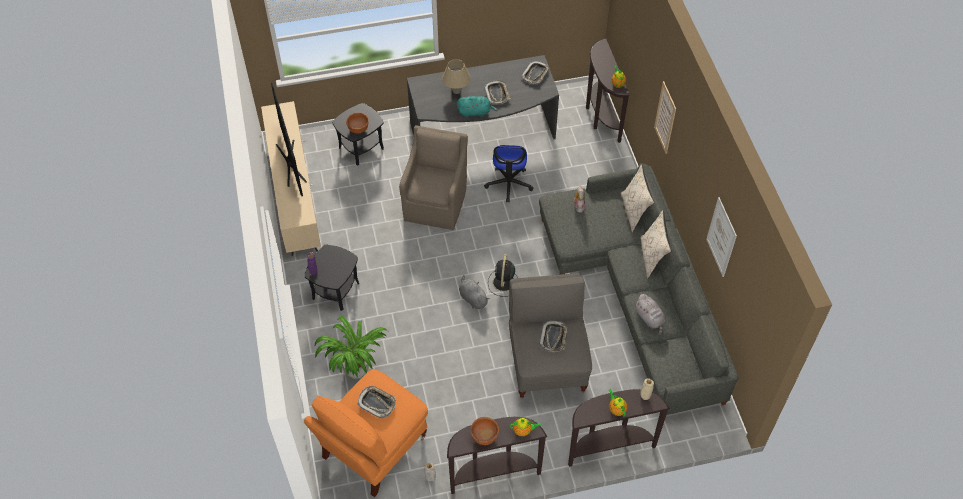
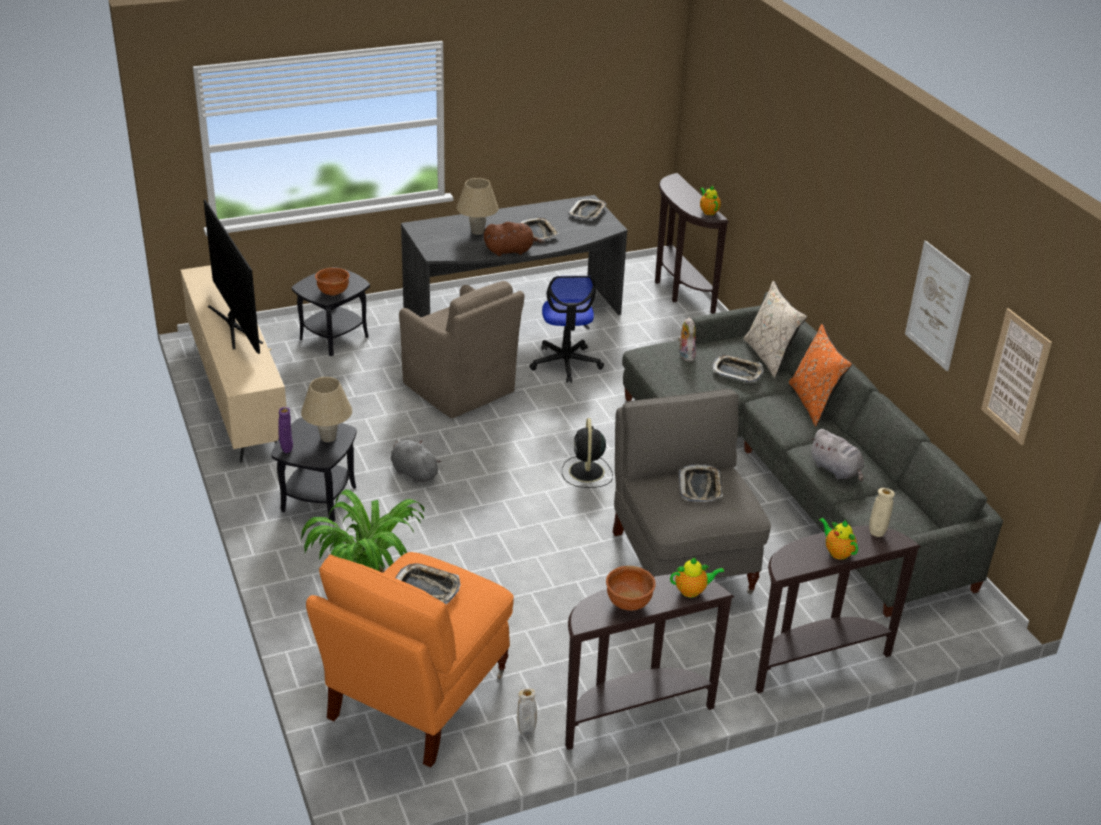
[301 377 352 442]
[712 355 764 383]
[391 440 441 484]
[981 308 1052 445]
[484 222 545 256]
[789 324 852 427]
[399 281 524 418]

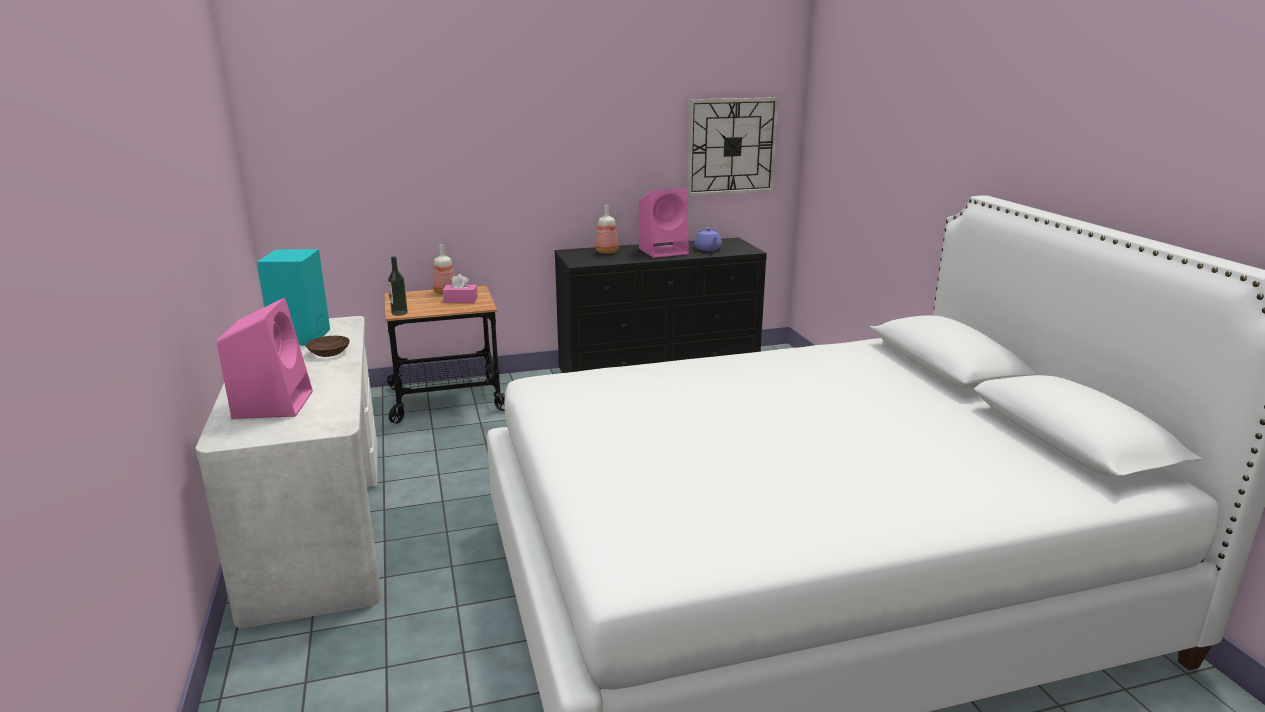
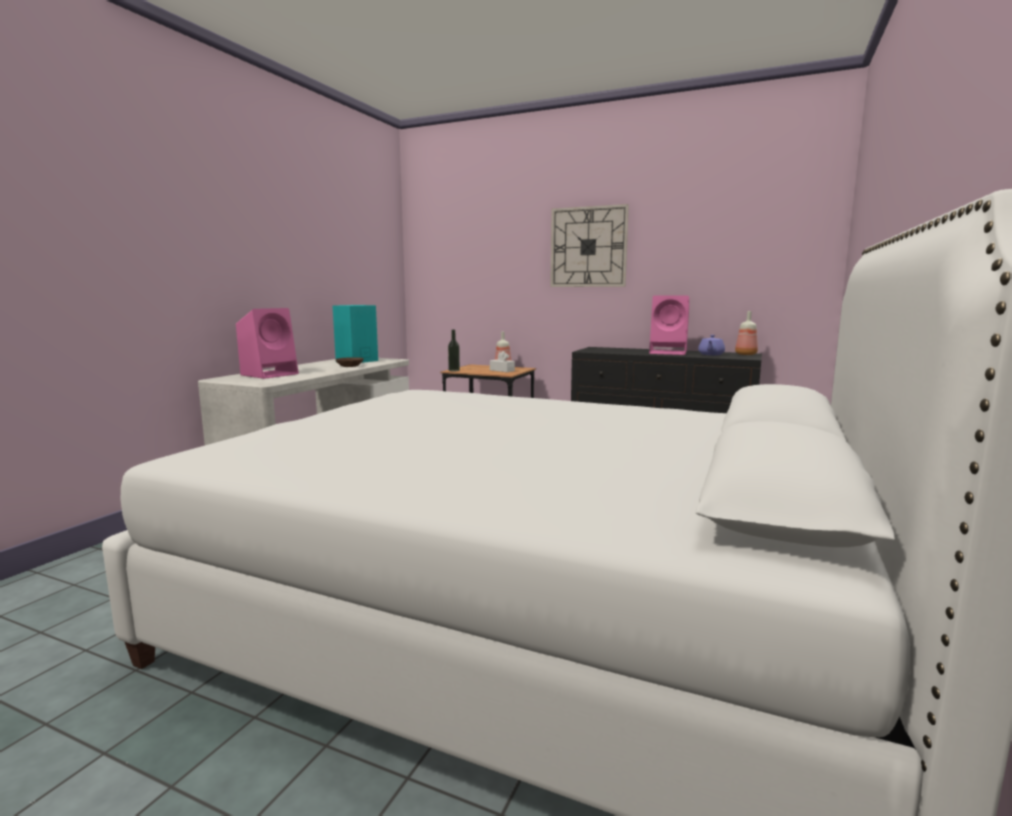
[735 311 758 355]
[550 204 629 287]
[490 351 515 372]

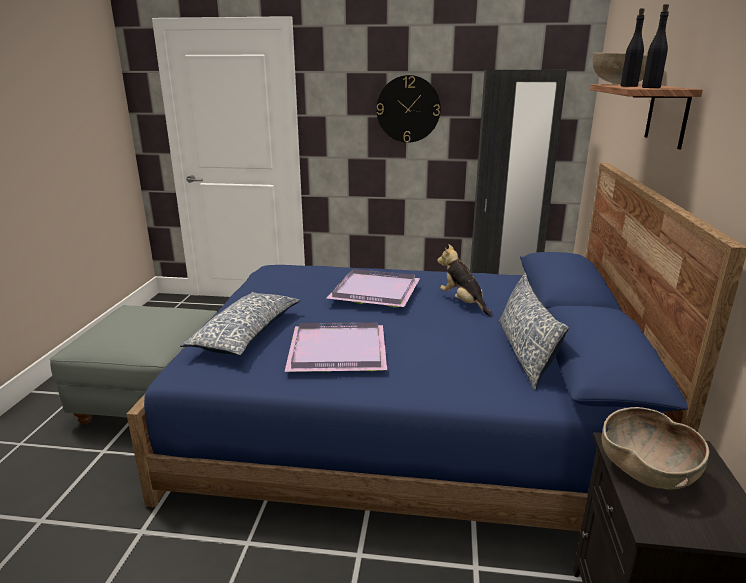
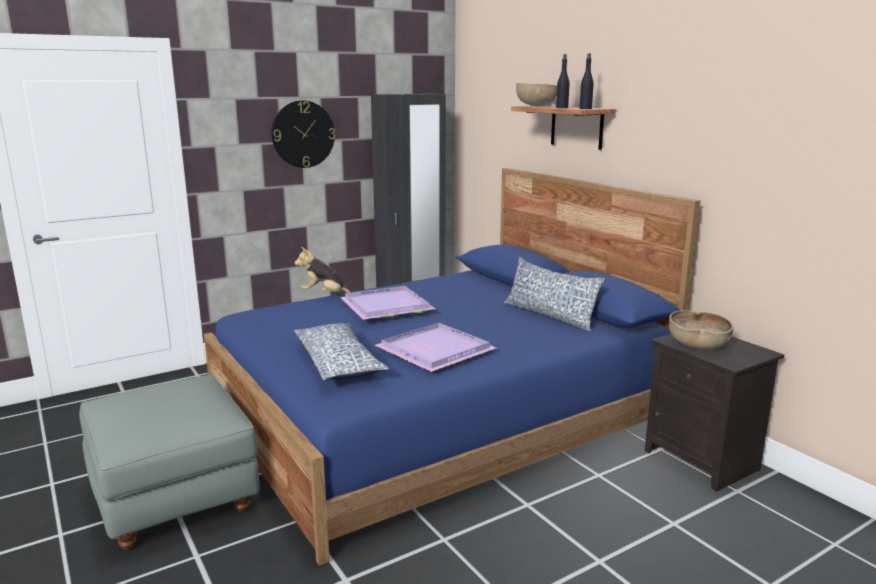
[295 247 353 293]

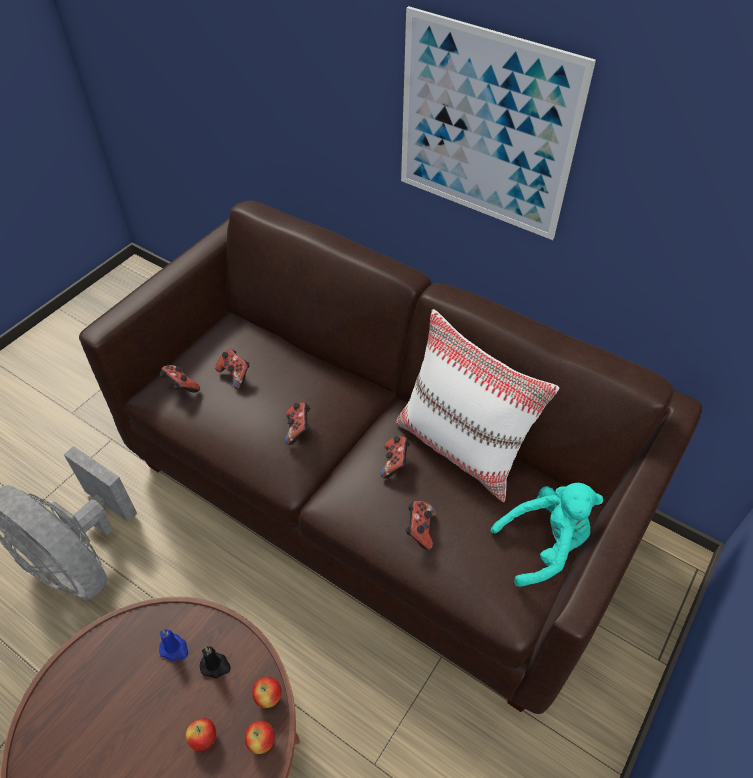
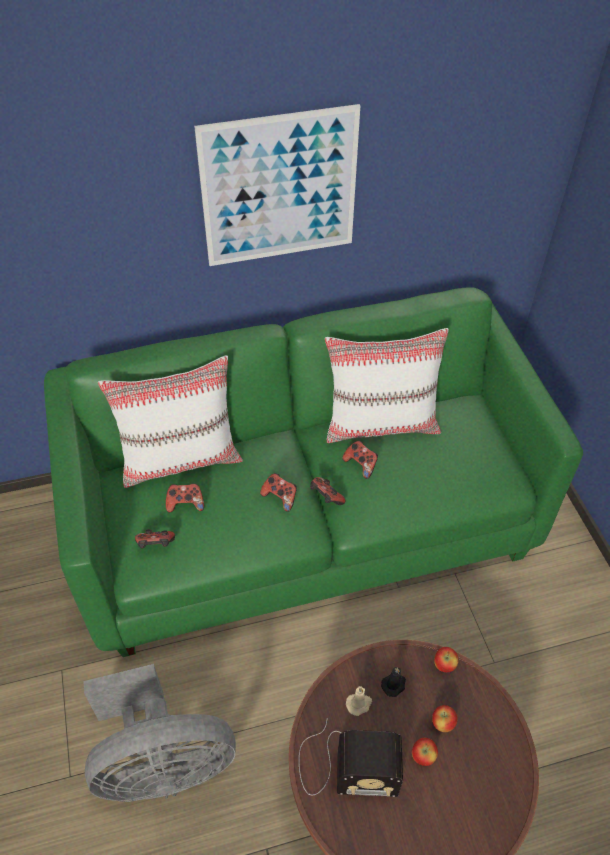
[491 483 603 587] (first image)
[98 355 243 488]
[299 718 403 797]
[412 738 438 766]
[310 477 345 505]
[44 287 583 657]
[346 686 372 716]

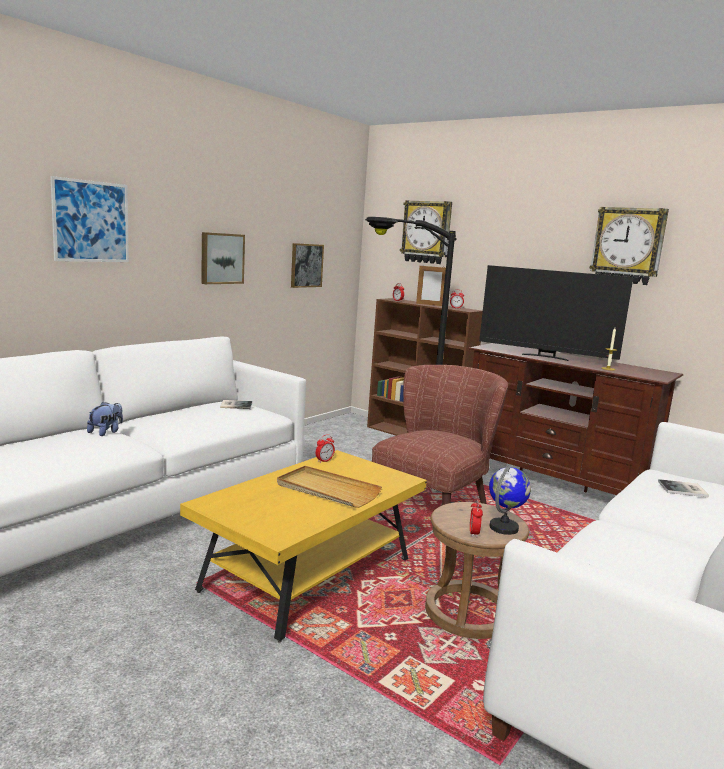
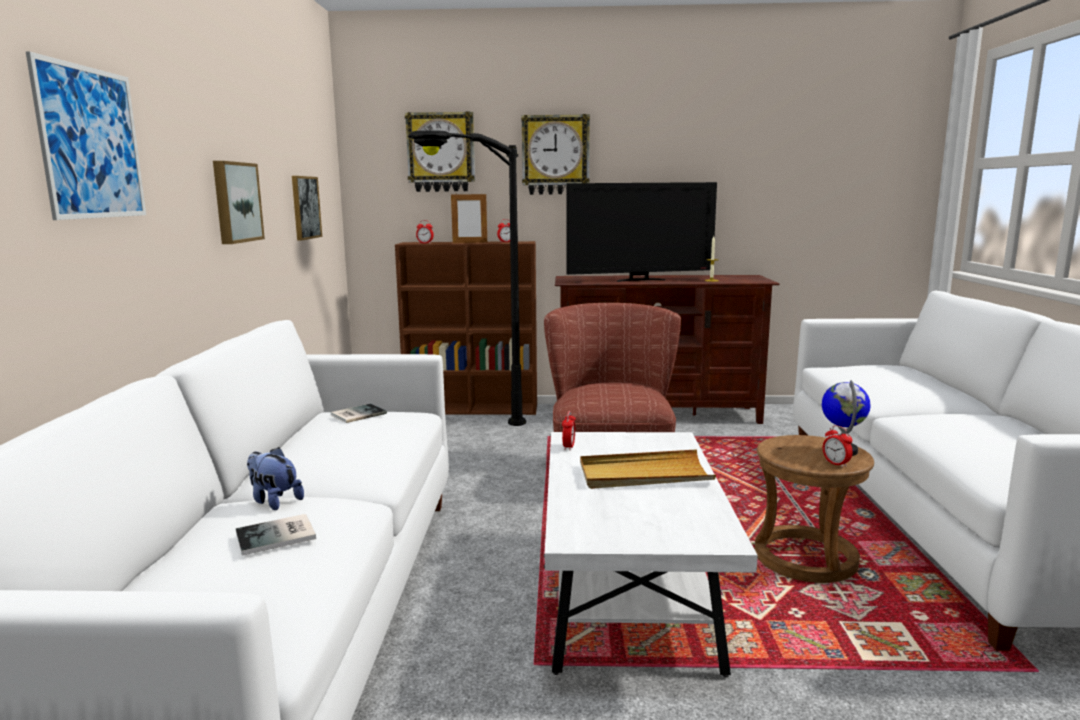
[521 114 590 195]
[236 514 316 556]
[544 432 758 677]
[247 447 304 510]

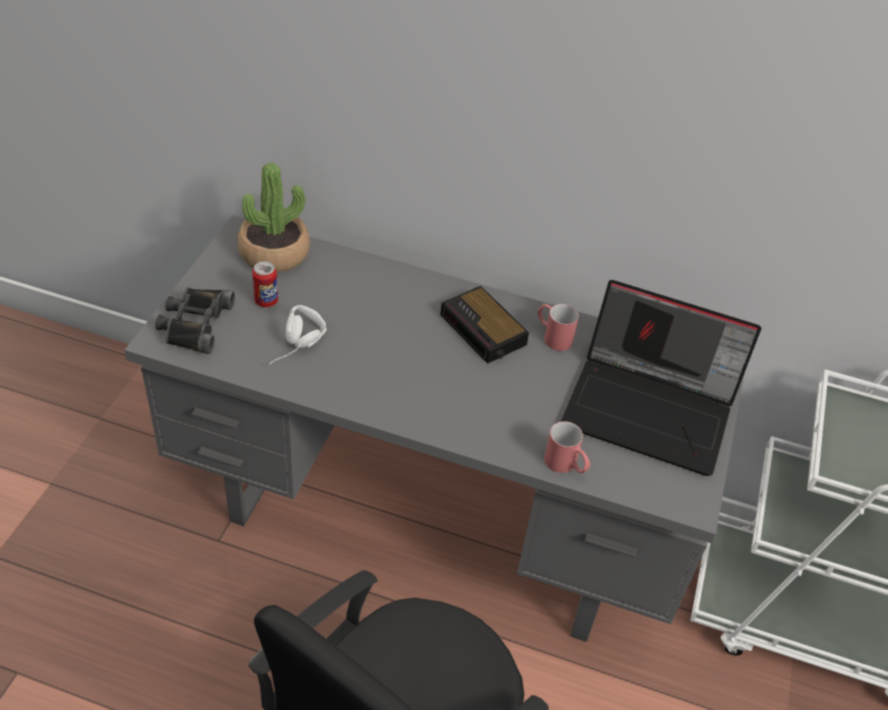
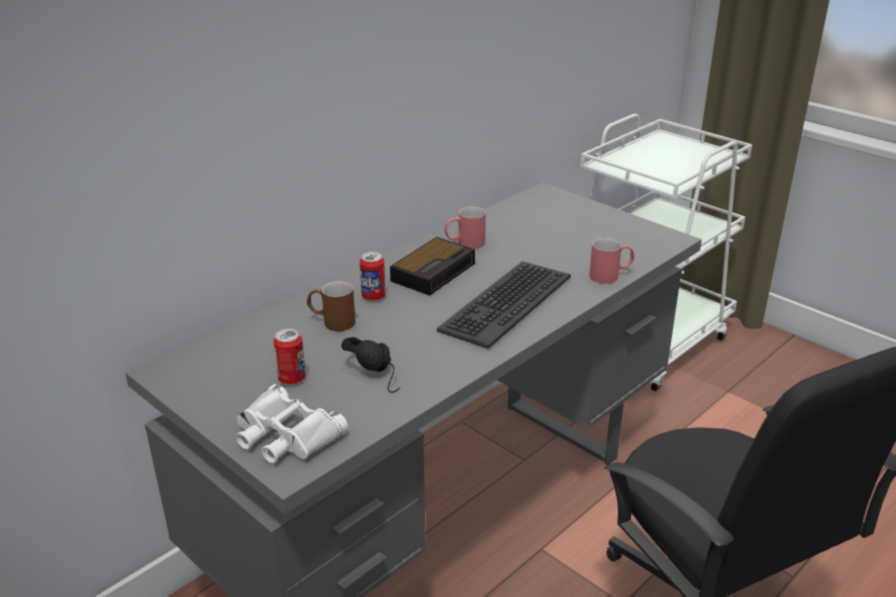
[238 163 310 272] (first image)
[561 280 761 476] (first image)
[307 281 355 331]
[360 252 386 301]
[437 261 571 349]
[236 384 348 464]
[341 337 400 393]
[390 237 475 296]

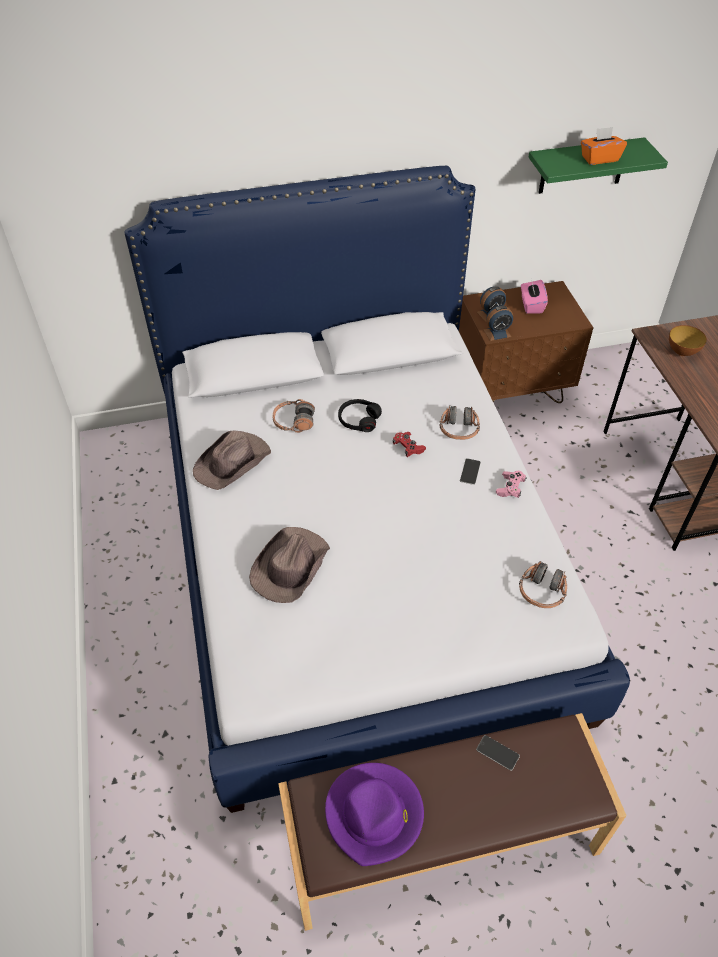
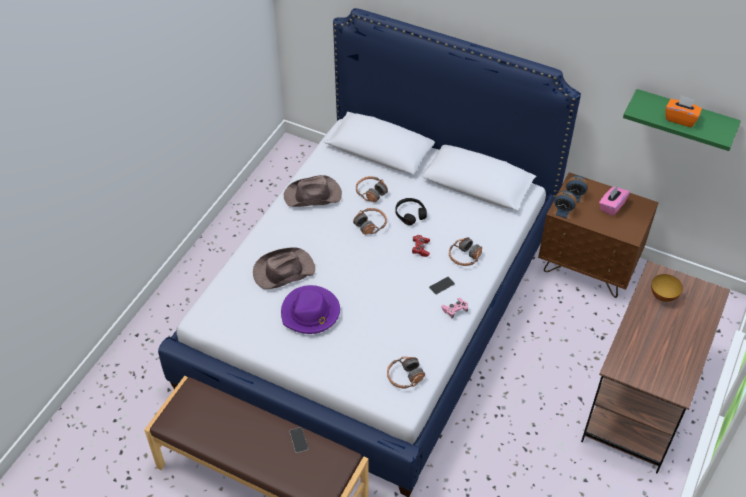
[353 208 387 235]
[281 285 340 334]

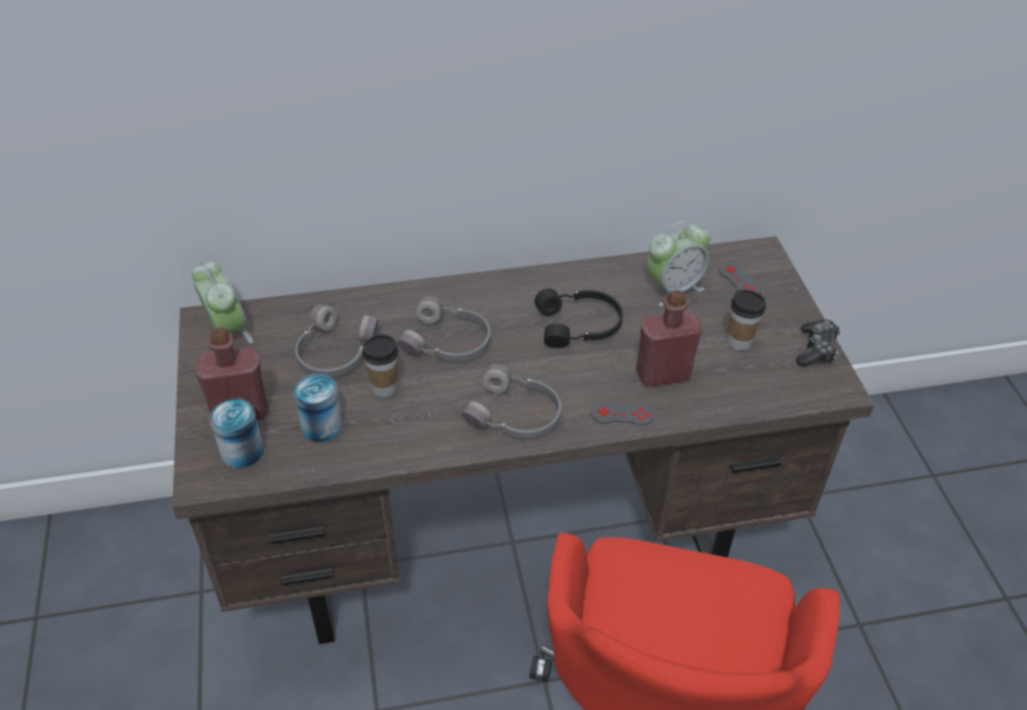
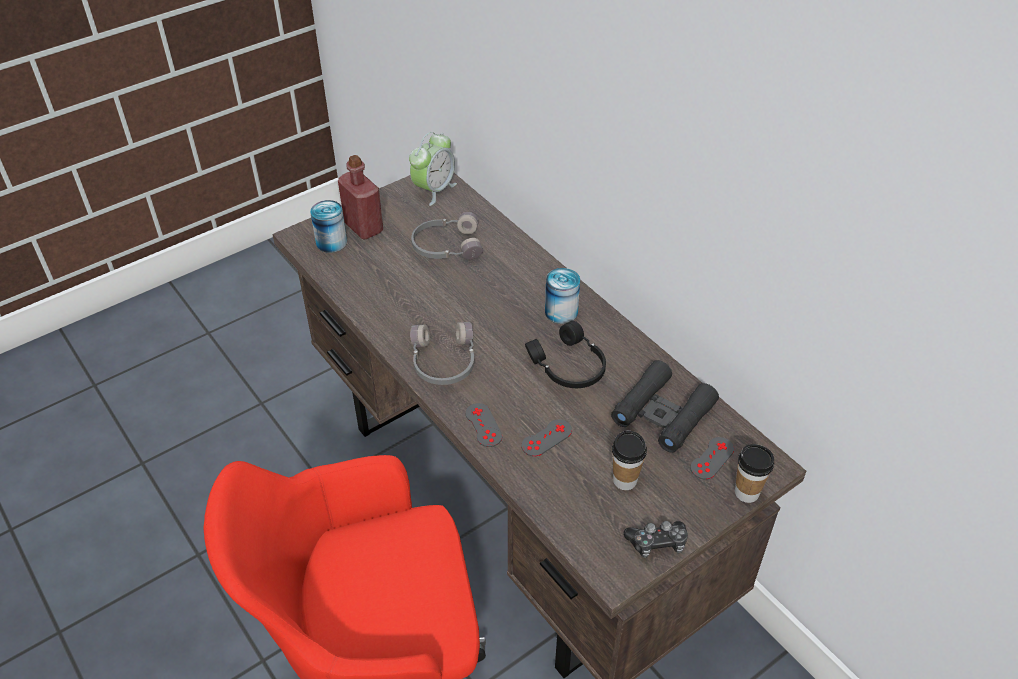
[397 296 491 361] (first image)
[545 268 580 324]
[735 444 774 503]
[521 419 572 456]
[611 360 719 453]

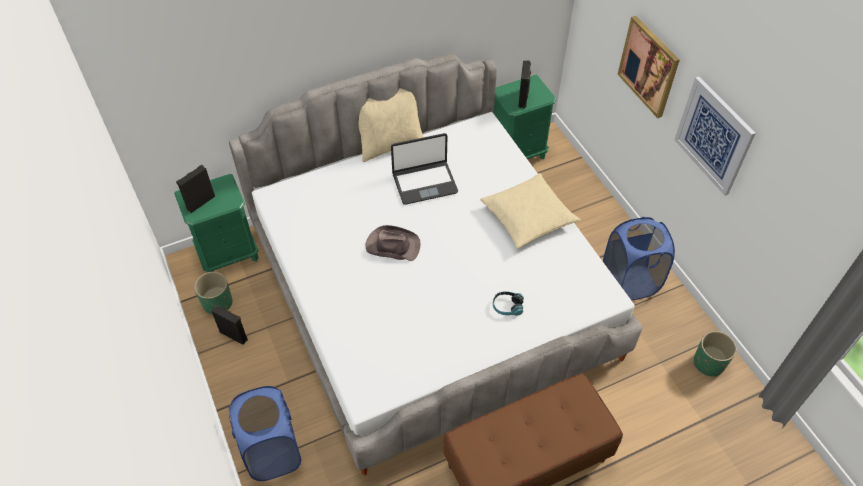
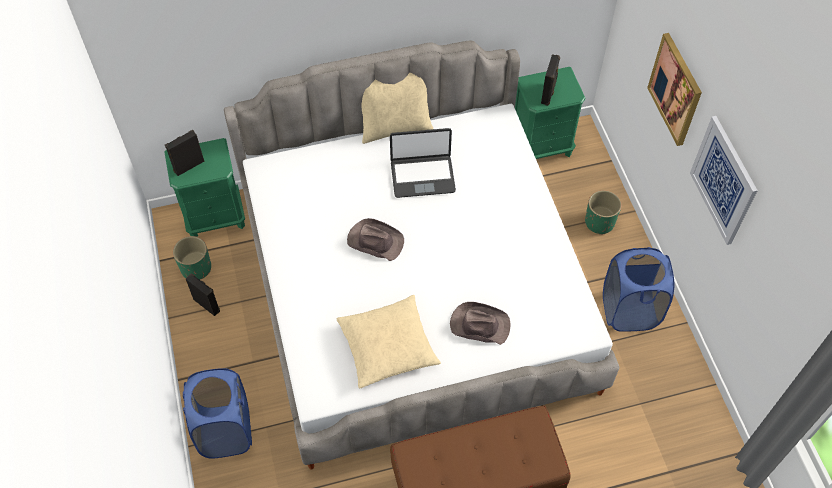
[336 295 441 389]
[585 190 621 235]
[450 302 510 345]

